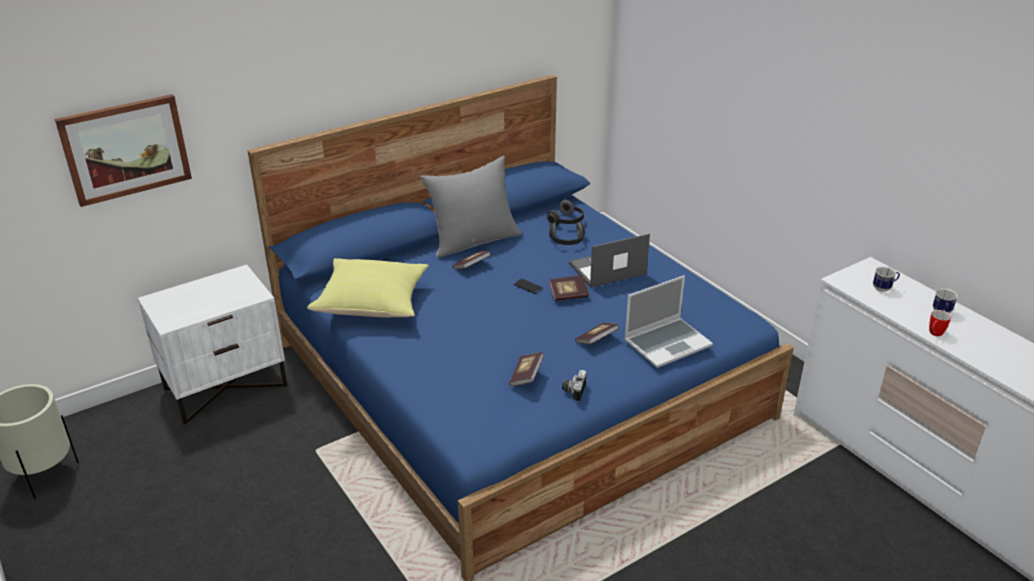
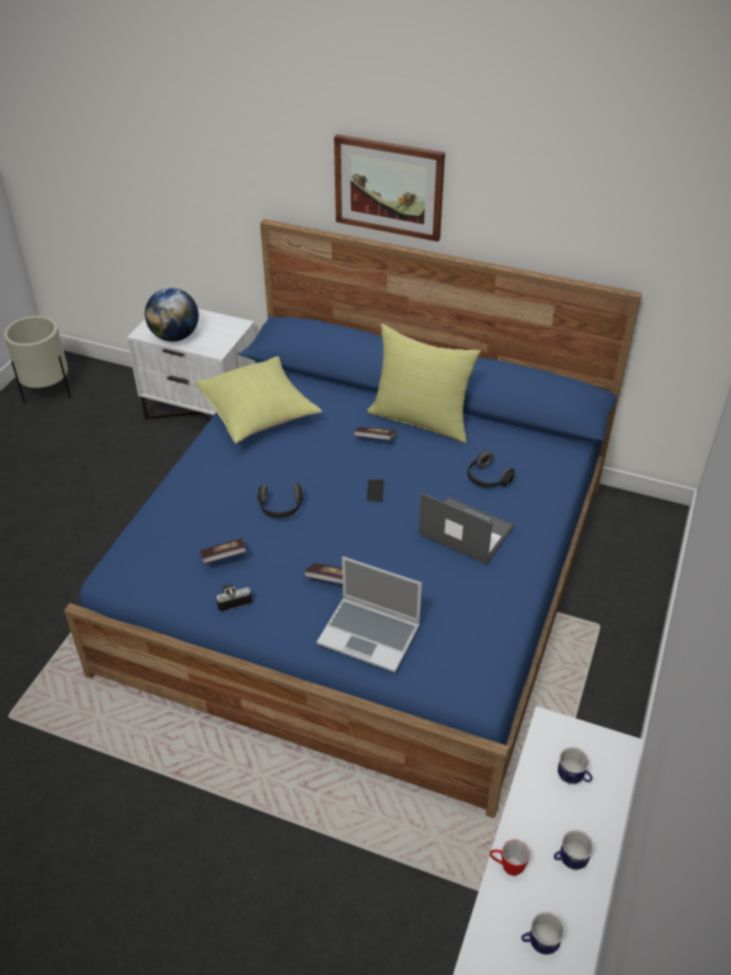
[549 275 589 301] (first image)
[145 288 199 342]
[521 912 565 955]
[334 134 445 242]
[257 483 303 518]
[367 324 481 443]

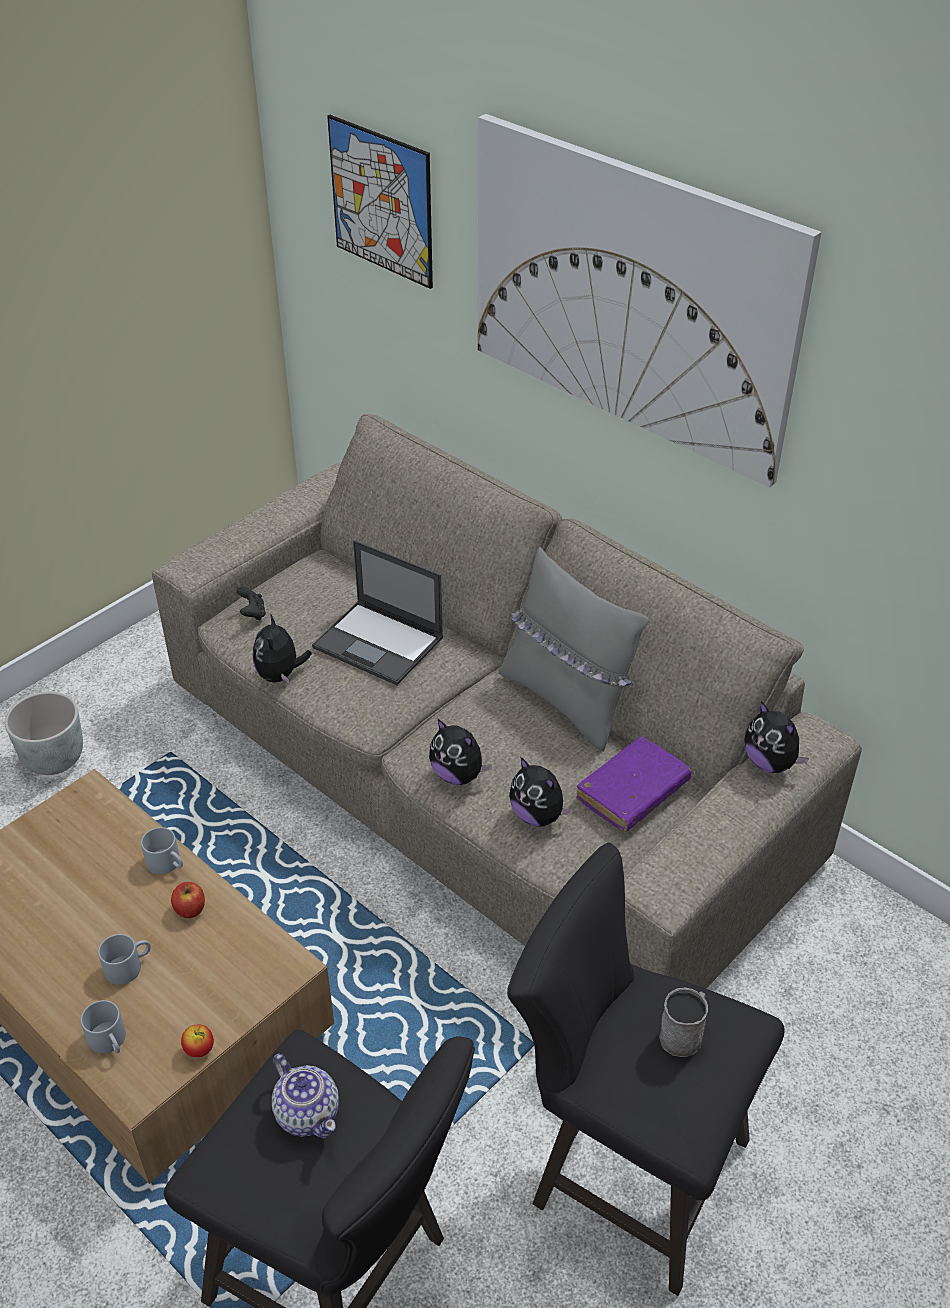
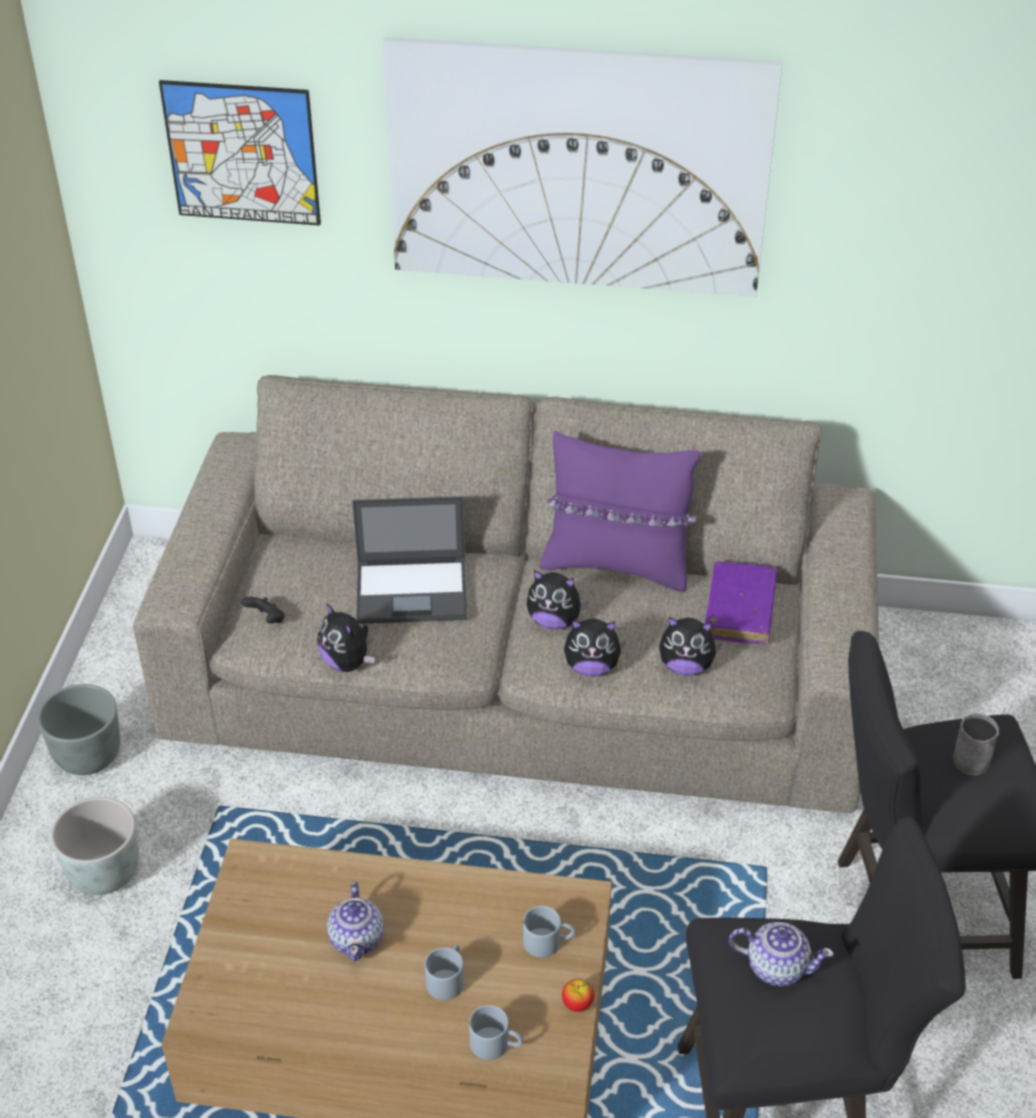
[171 882 205 918] (first image)
[37 684 120 775]
[327 882 384 961]
[523 906 575 958]
[527 570 589 630]
[540 431 700 592]

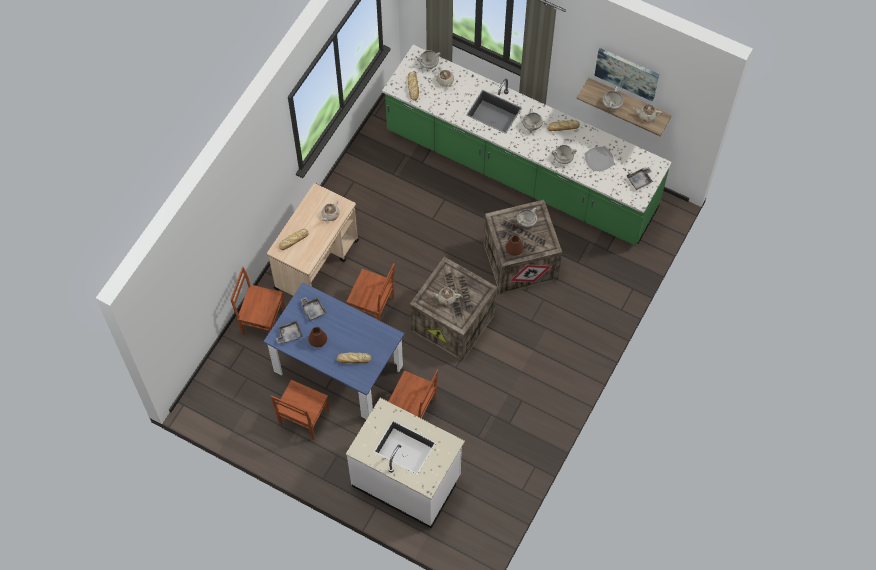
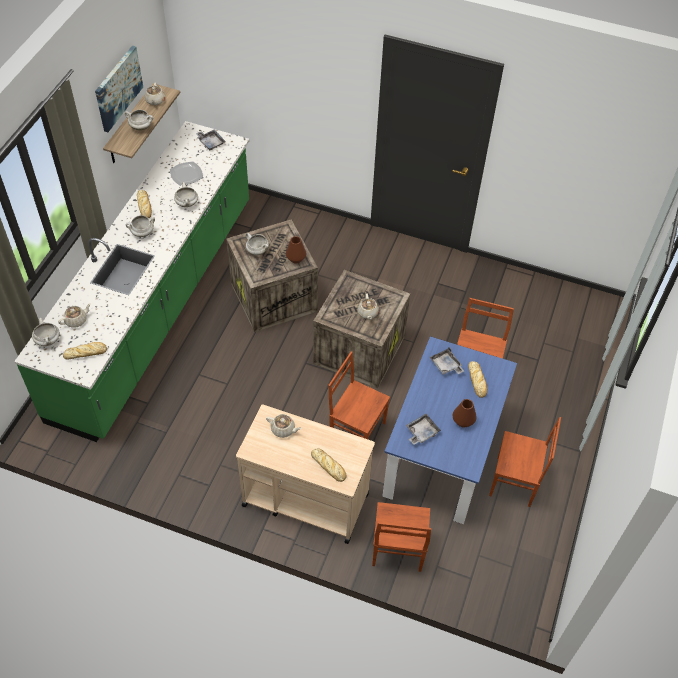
[346 398 465 528] (first image)
[429 348 464 375]
[328 351 390 439]

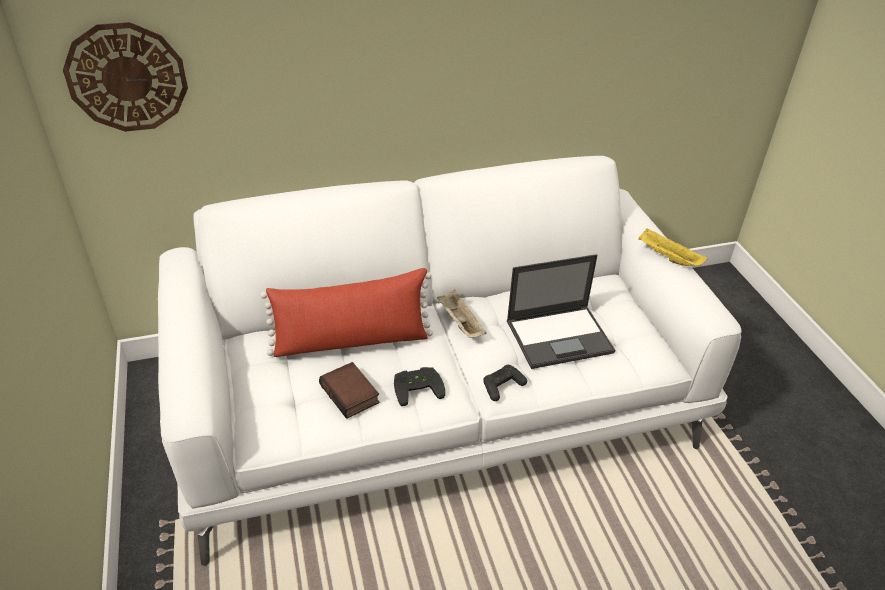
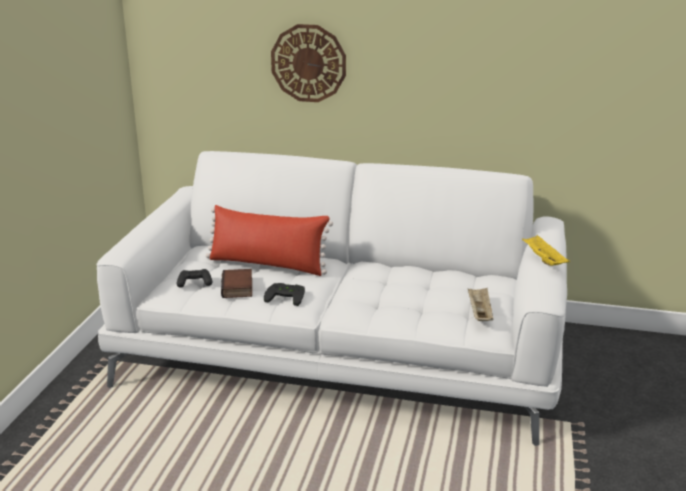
[507 254 615 369] (first image)
[271 24 346 102]
[468 288 493 321]
[177 269 212 288]

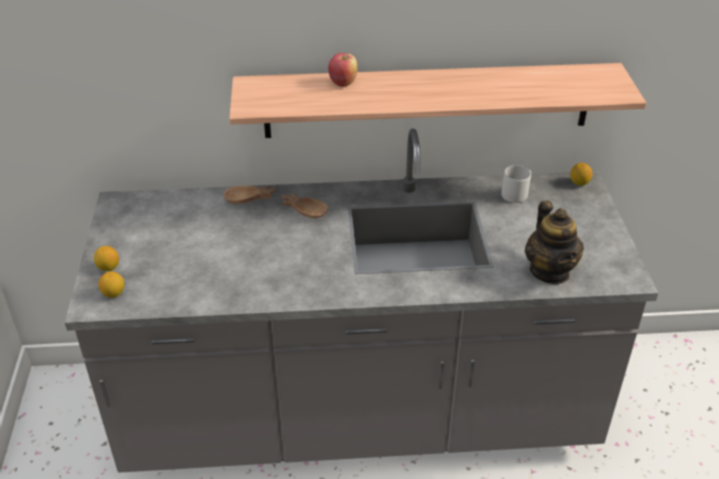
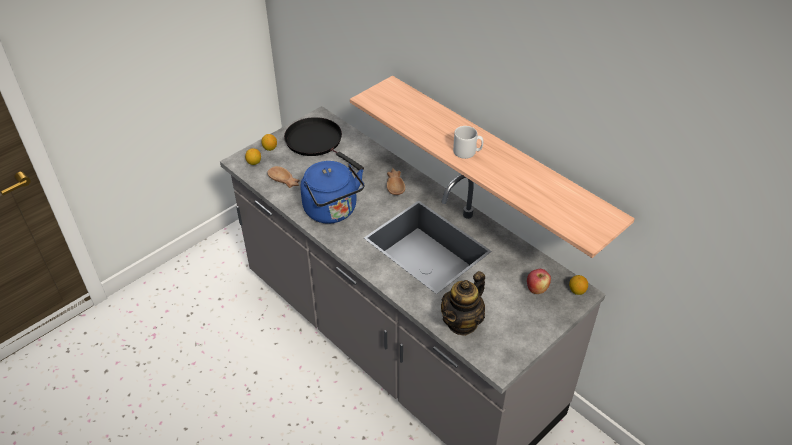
[284 117 364 170]
[300 161 364 223]
[267 166 300 188]
[527 269 551 294]
[453 126 483 159]

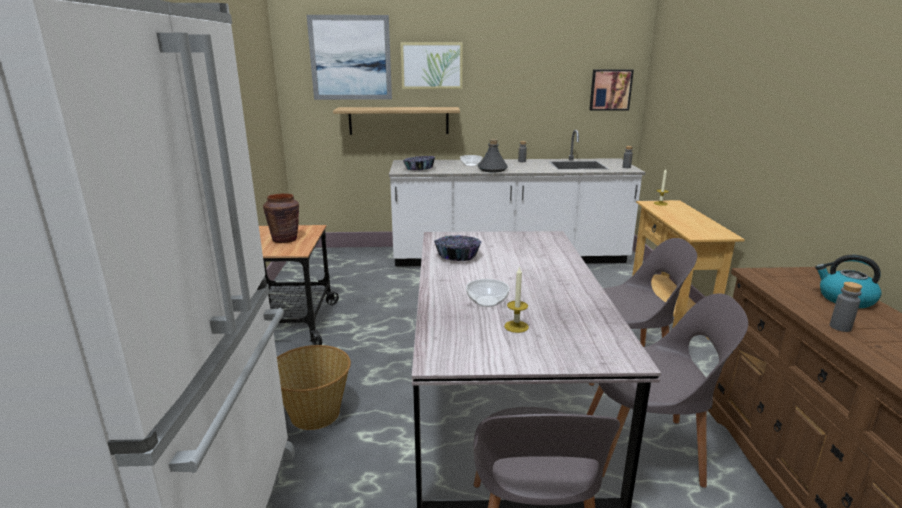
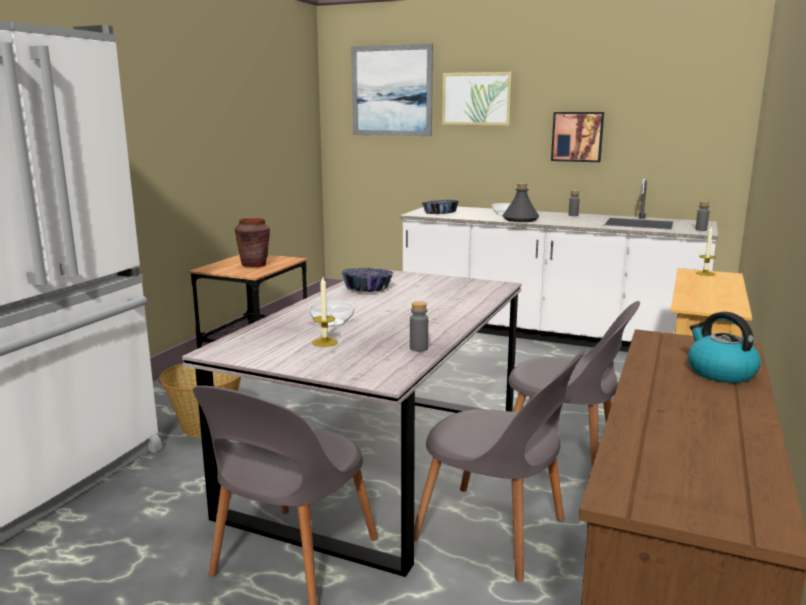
[333 107 460 135] (first image)
[551 112 604 162]
[410 301 428 351]

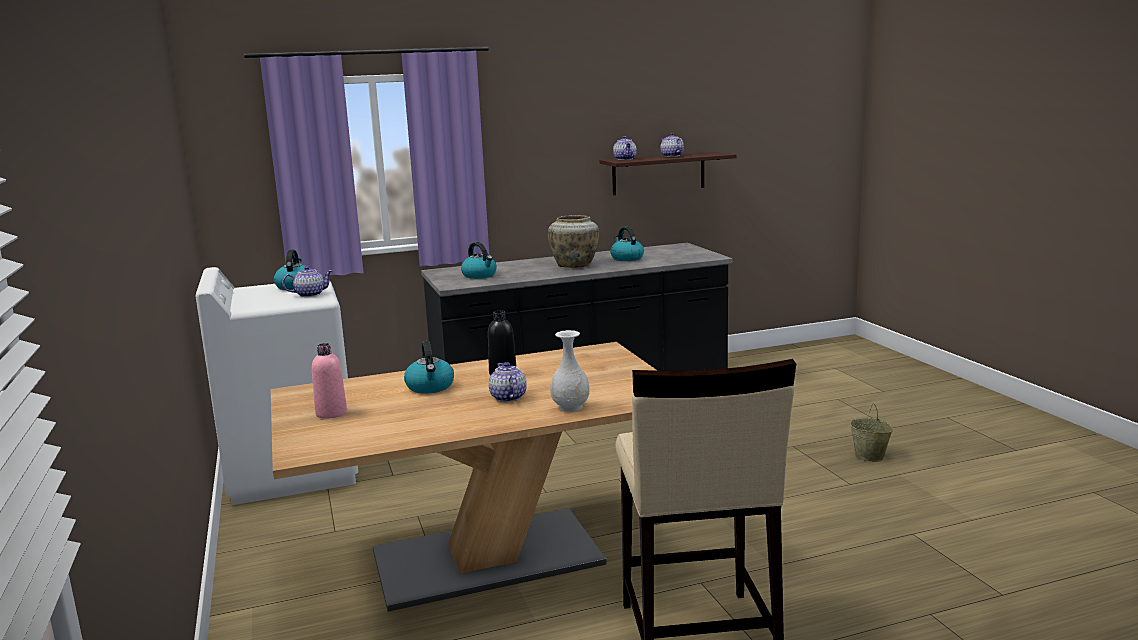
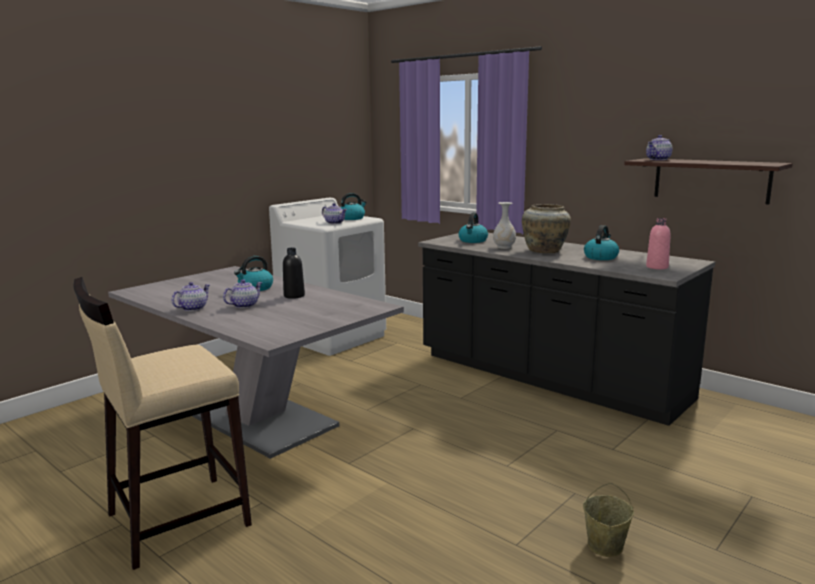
[646 218 671 269]
[493 202 516 249]
[171 282 210 311]
[108 266 404 459]

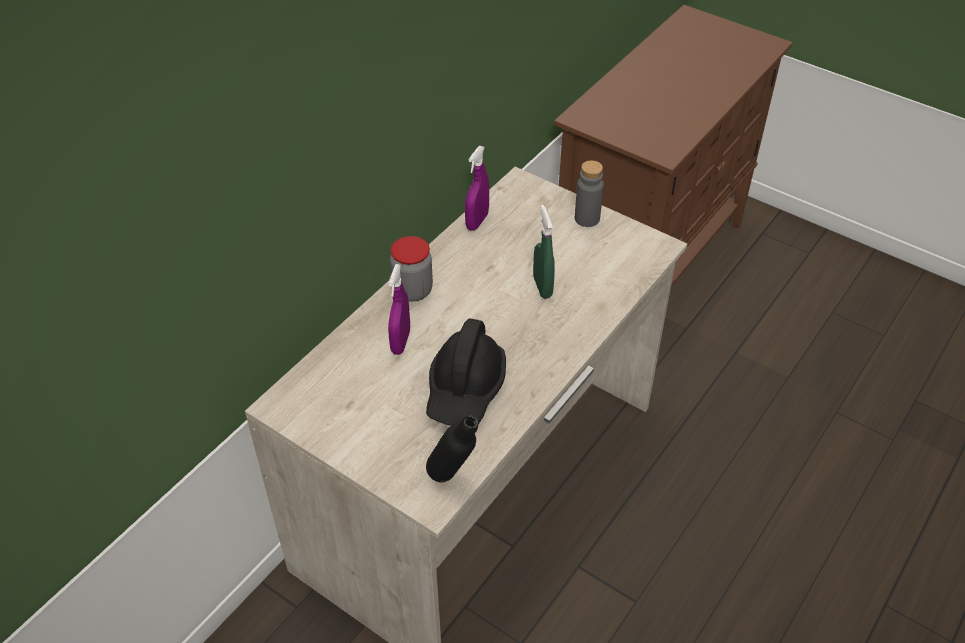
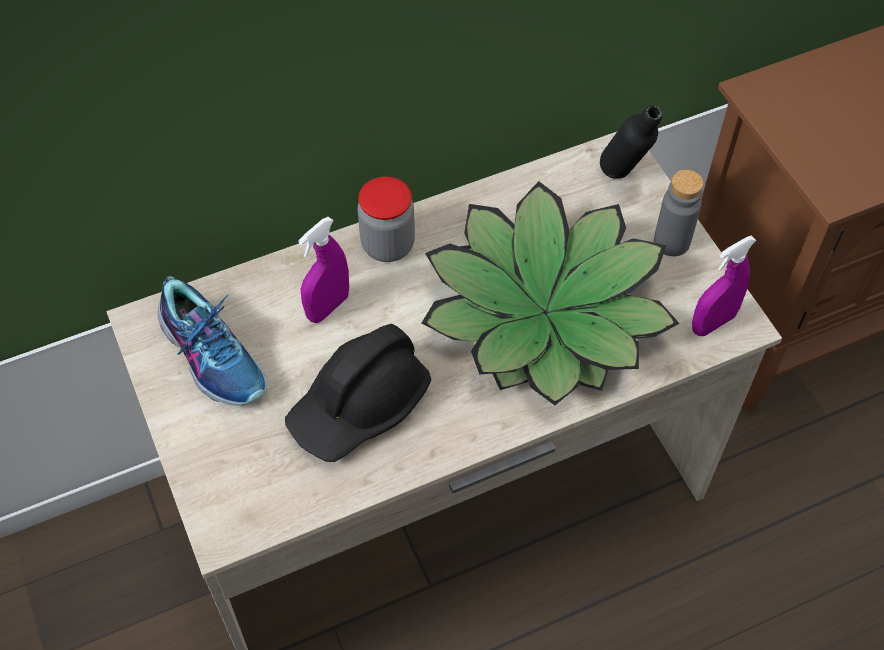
[157 276 267 406]
[600 105 662 179]
[692 236 757 336]
[422 181 680 405]

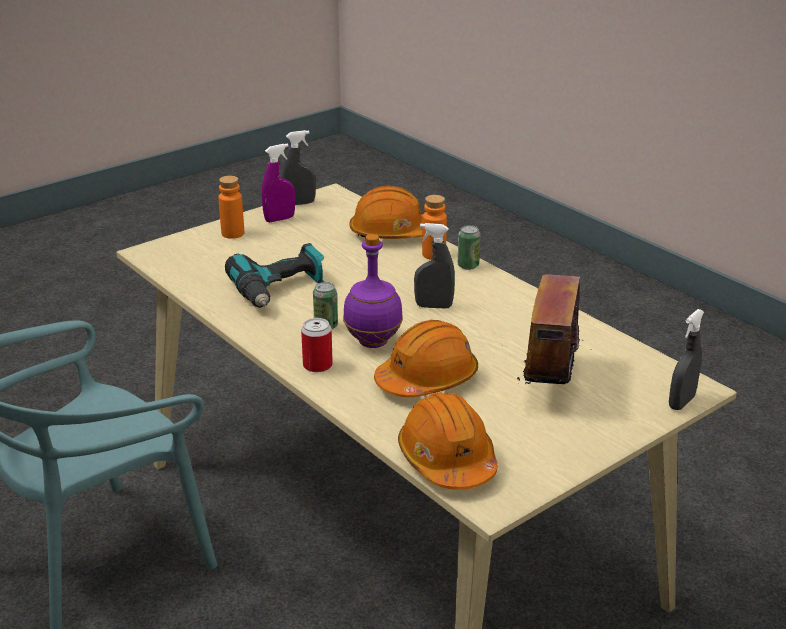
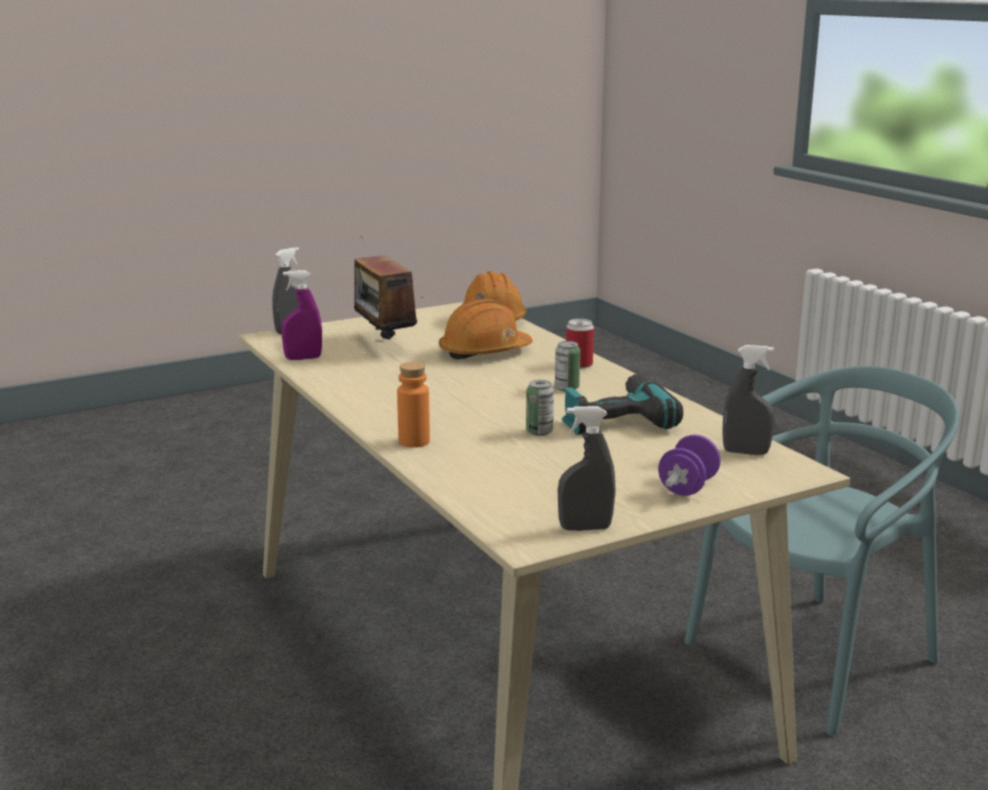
[343 234 403 348] (first image)
[350 186 423 239] (first image)
[281 270 322 360]
[722 345 774 455]
[526 380 554 436]
[658 435 721 496]
[354 237 423 339]

